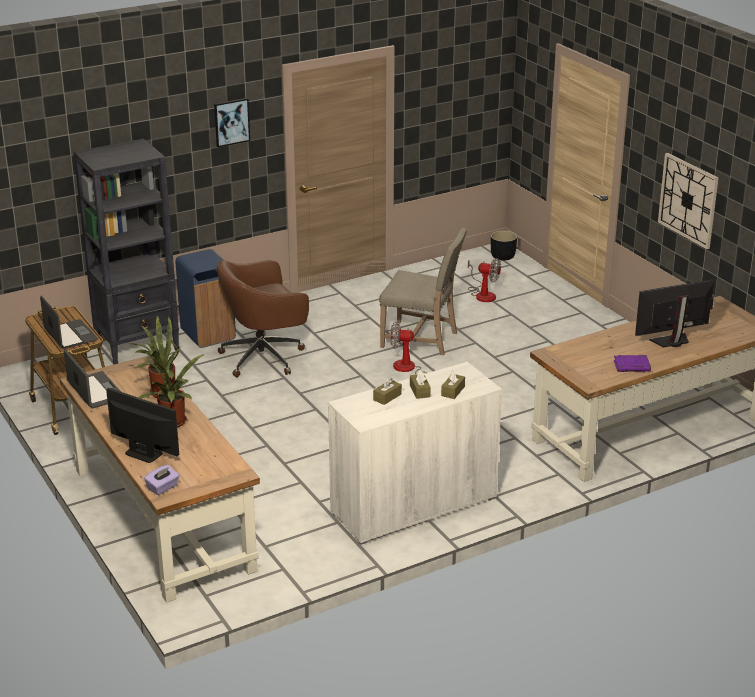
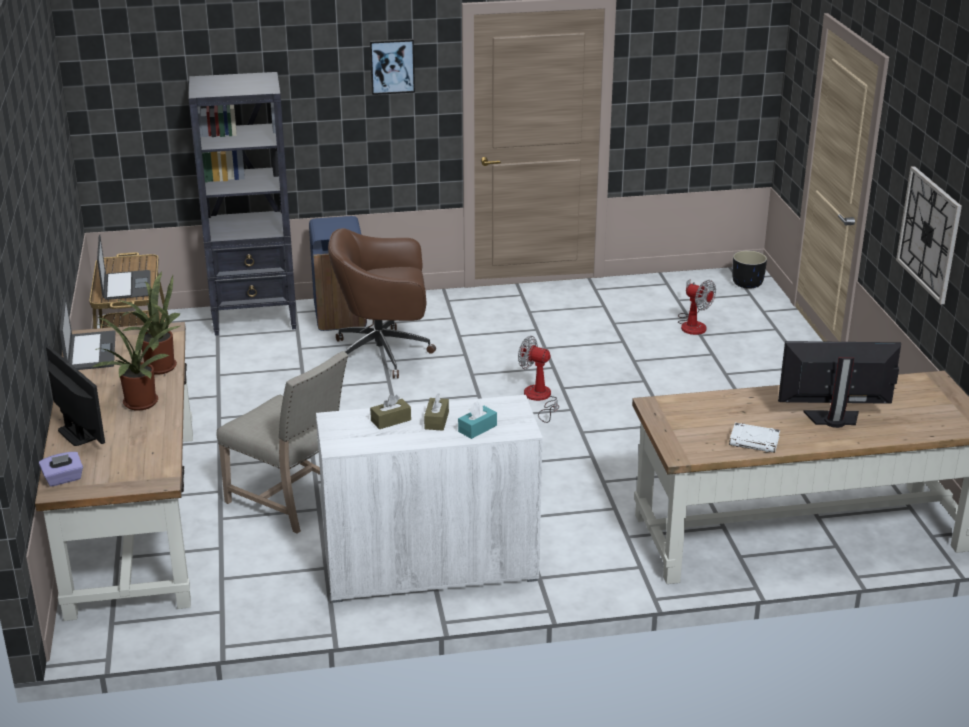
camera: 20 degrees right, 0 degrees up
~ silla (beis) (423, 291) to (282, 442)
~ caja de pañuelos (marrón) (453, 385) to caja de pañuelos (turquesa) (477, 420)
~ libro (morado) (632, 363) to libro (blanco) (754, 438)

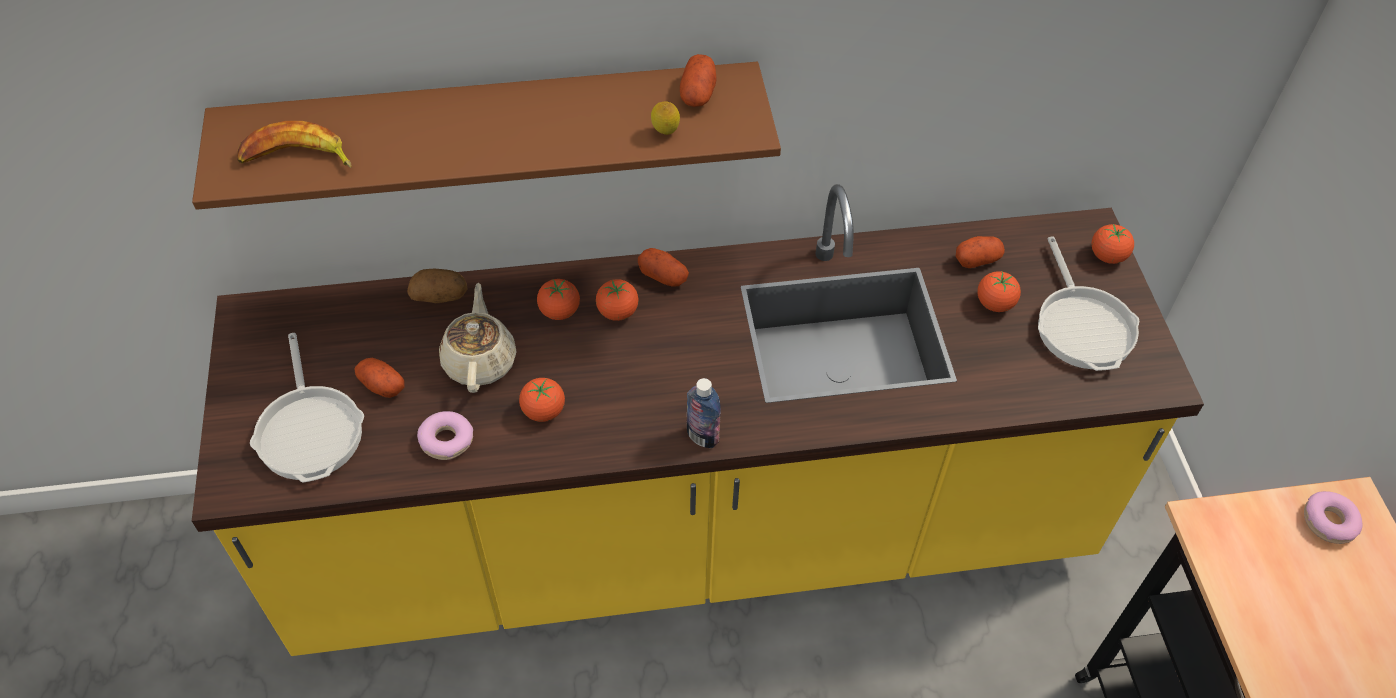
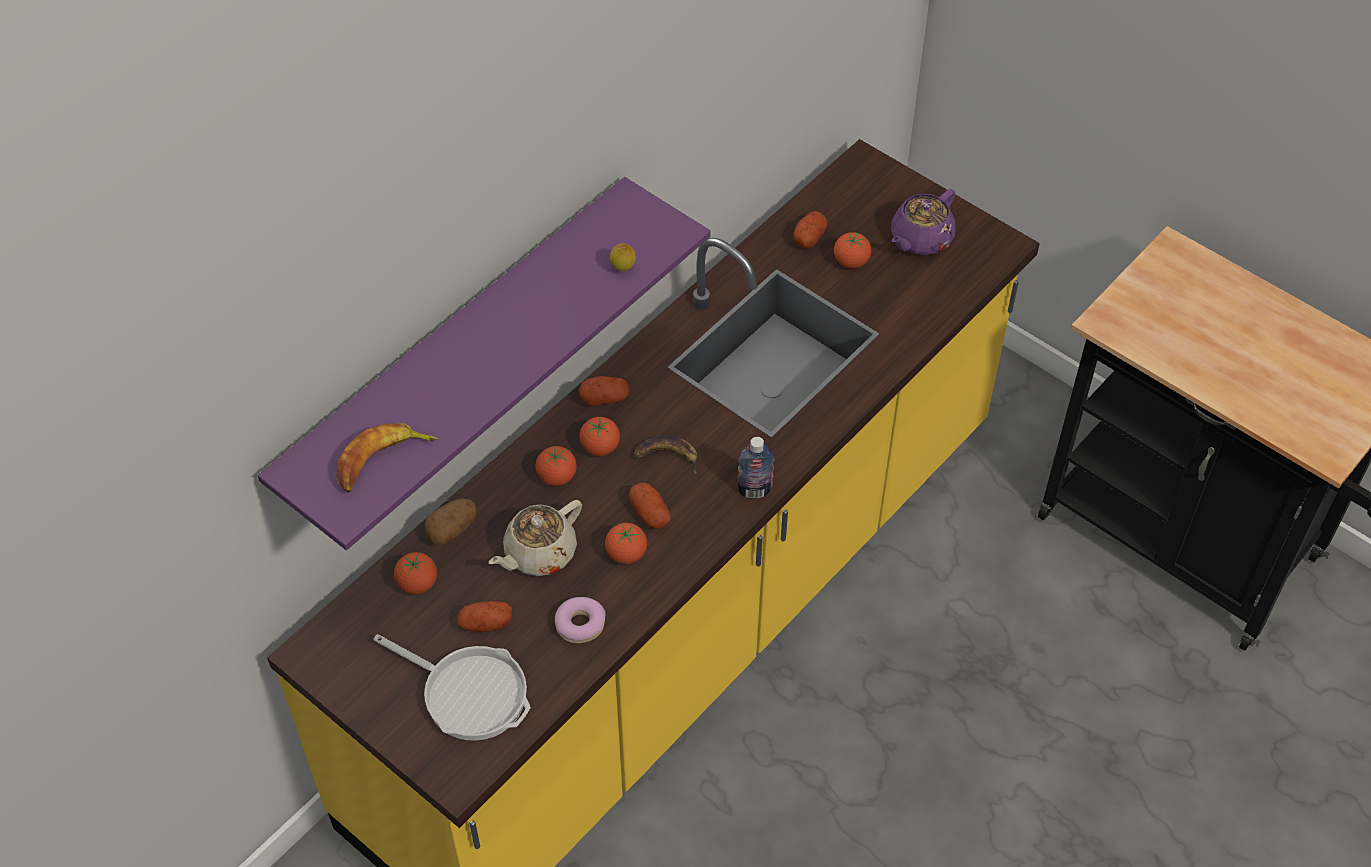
camera: 40 degrees left, 0 degrees up
~ estante (marrón) (486, 136) to estante (morado) (484, 363)
~ tomate (1112, 244) to (415, 573)
~ tetera (beis) (477, 338) = (535, 538) 90 degrees counterclockwise
~ patata (698, 80) to (649, 506)
+ plátano (665, 454)
~ sartén (1088, 303) to tetera (morado) (923, 222)
- rosquilla (1333, 517)

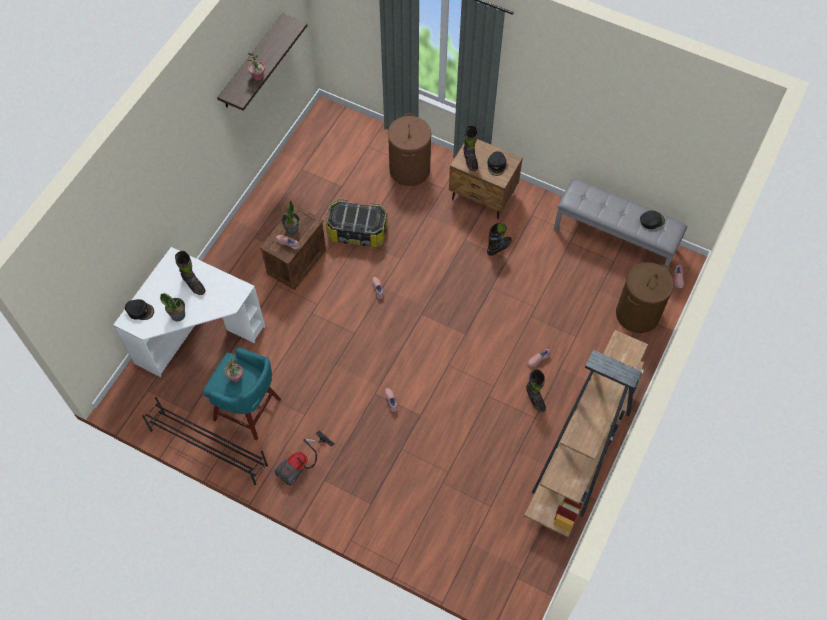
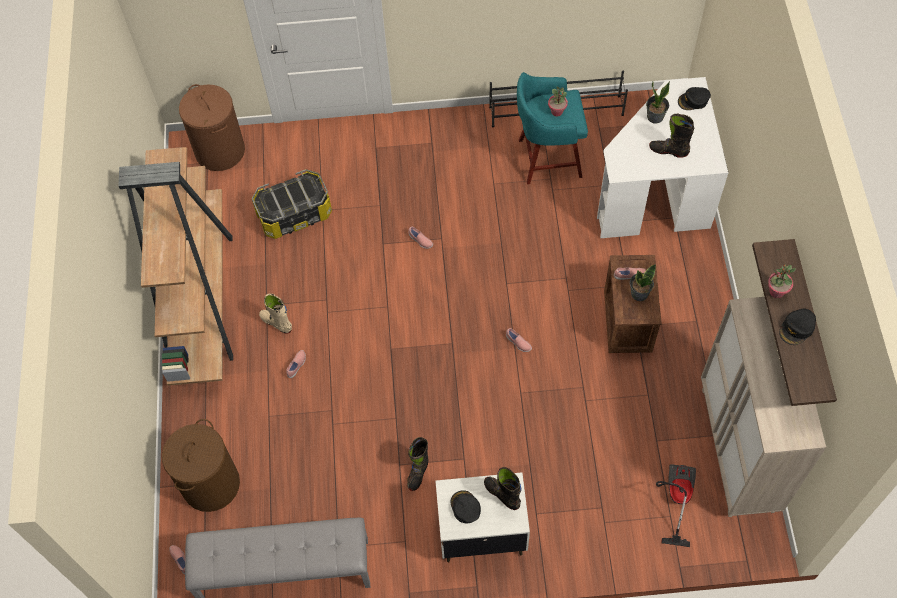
camera: 150 degrees right, 0 degrees up
~ cesto de la ropa (marrón) (409, 149) to (212, 127)
~ caja de almacenaje (357, 223) to (292, 204)
~ bota (negro) (536, 390) to bota (beis) (275, 313)
~ mesita de noche (marrón) (486, 179) to mesita de noche (blanco) (482, 517)
~ aspiradora (304, 457) to (676, 505)
+ armario (beis) (763, 407)
~ gorra (negro) (652, 220) to (797, 327)

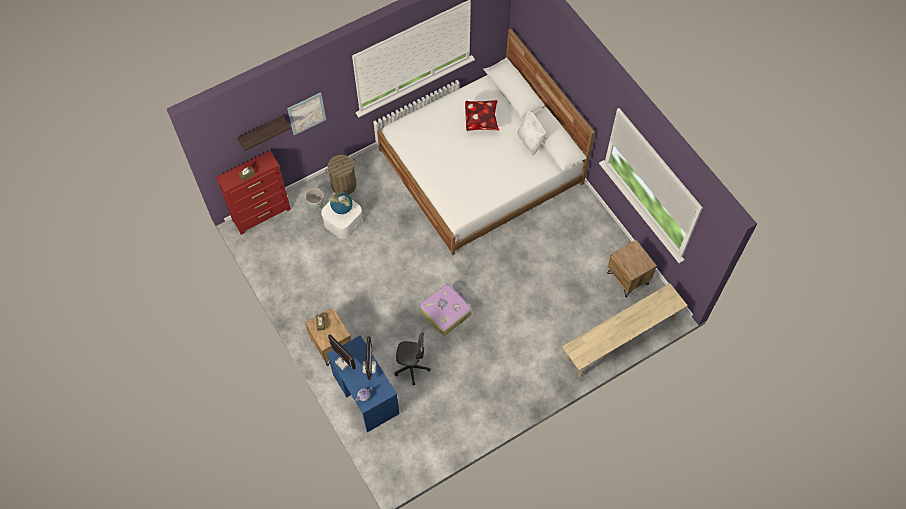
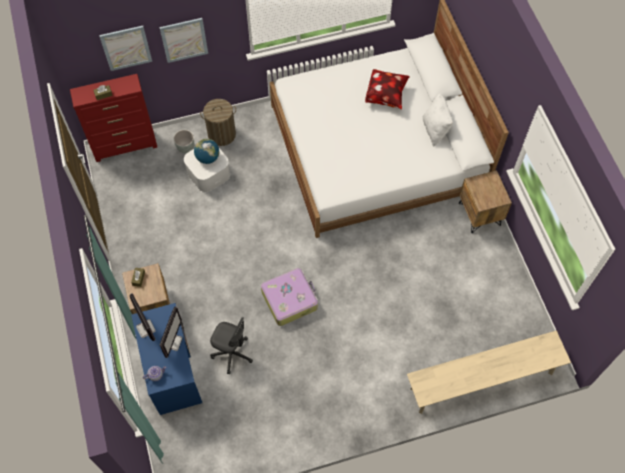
camera: 15 degrees right, 0 degrees up
~ estante (263, 133) to cuadro (125, 48)
~ mesita de noche (marrón) (632, 268) to (485, 201)

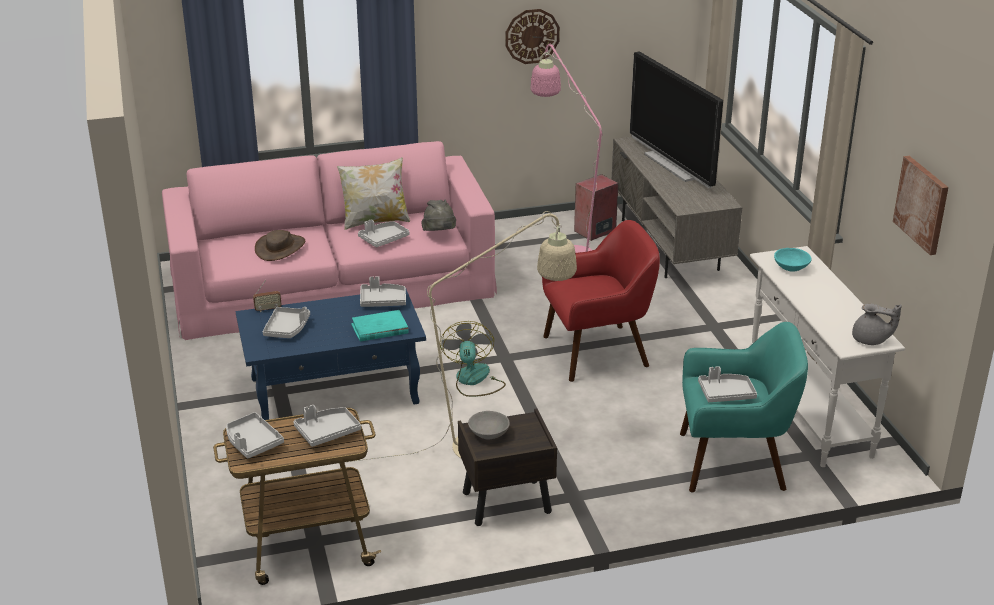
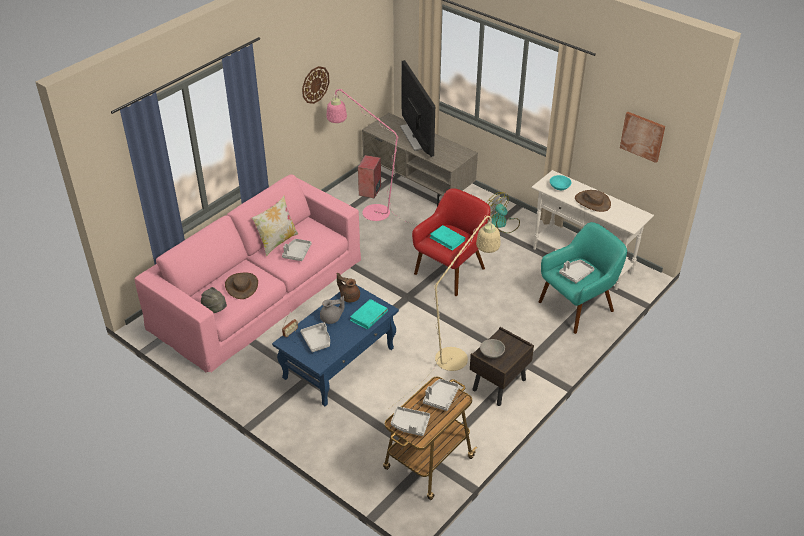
camera: 35 degrees left, 10 degrees up
~ sombrero (gris) (438, 215) to (214, 300)
~ tetera (gris) (877, 324) to (332, 310)
~ bandeja (gris) (383, 291) to tetera (marrón) (348, 288)
~ televisor (676, 119) = (417, 108) 135 degrees counterclockwise
+ libro (turquesa) (447, 237)
~ ventilador (473, 359) to (503, 212)
+ sombrero (marrón) (593, 201)

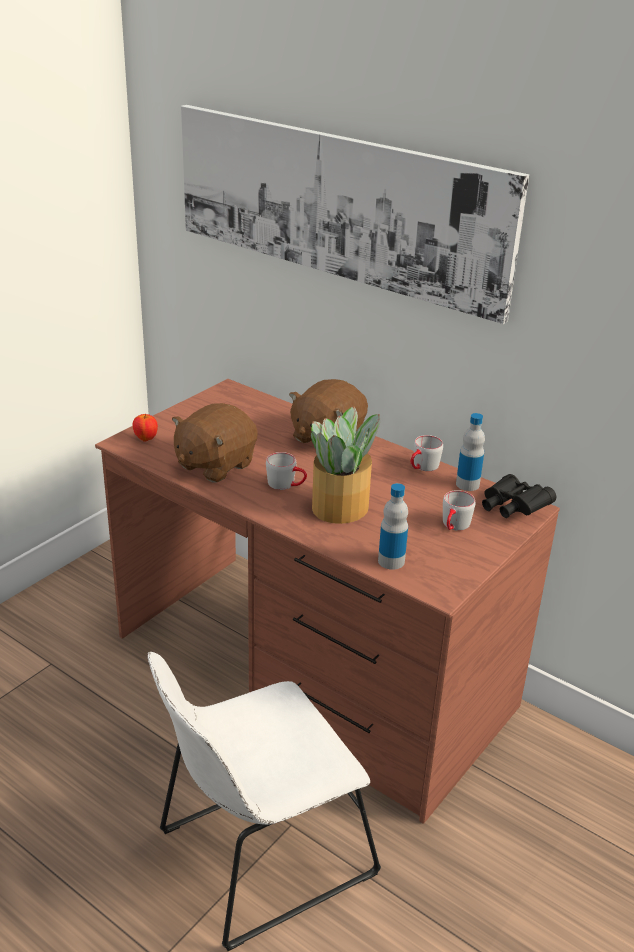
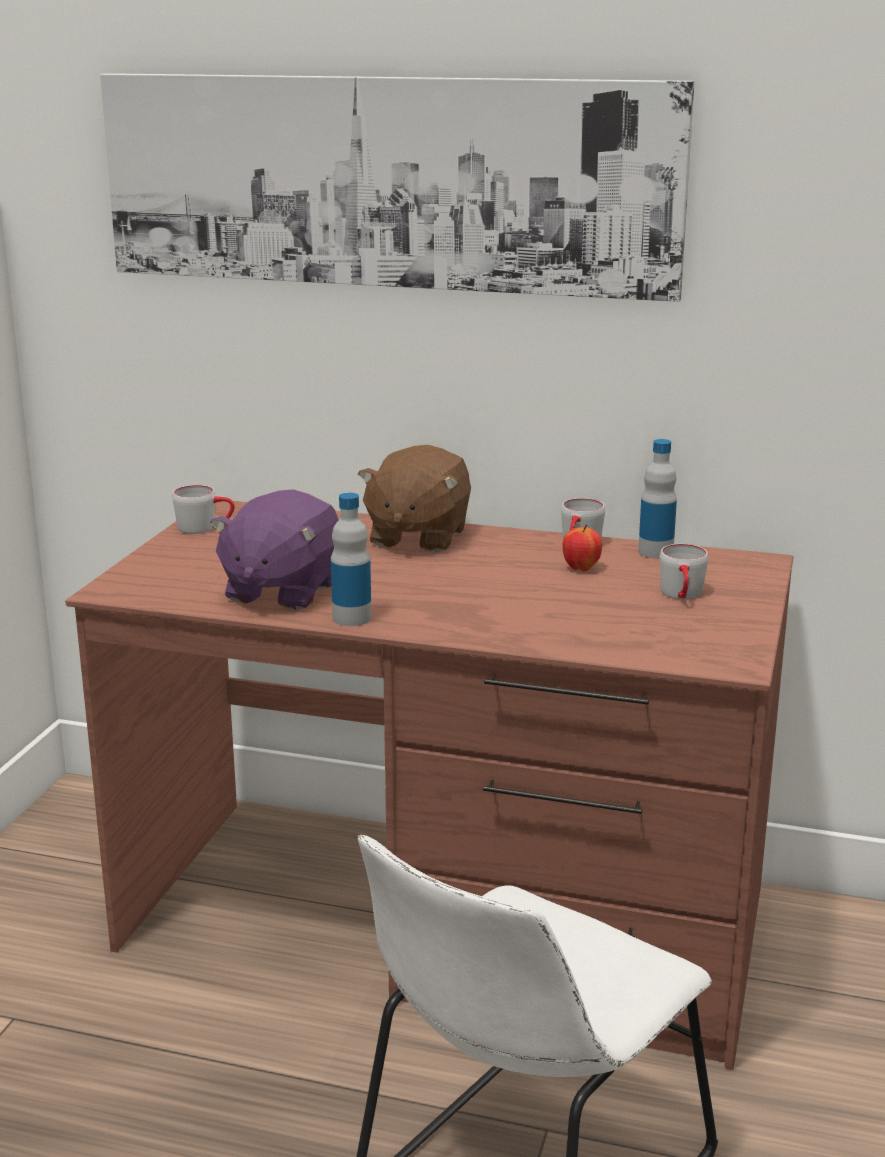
camera: 20 degrees left, 10 degrees down
~ taza grande (gris) (286, 471) to (203, 509)
~ peluche (marrón) (215, 443) to peluche (morado) (274, 549)
~ botella (393, 526) to (351, 559)
~ manzana (145, 428) to (582, 547)
- planta en maceta (345, 465)
- prismáticos (negro) (519, 496)

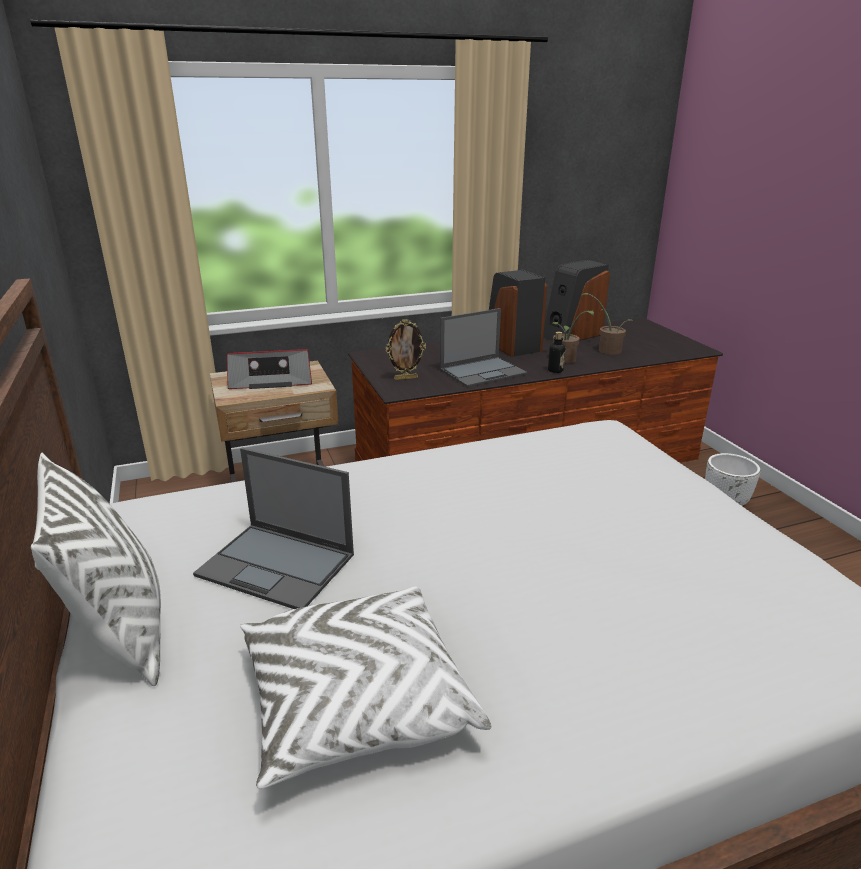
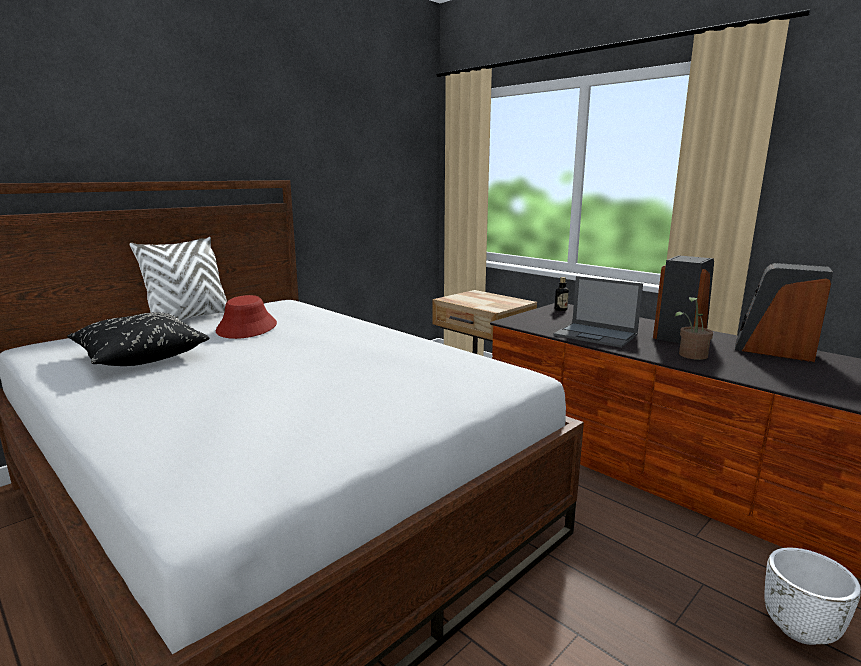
camera: 65 degrees right, 10 degrees down
~ cojín (blanco) (365, 687) to cojín (negro) (138, 339)
~ portátil (273, 528) to sombrero (rojo) (246, 317)
~ botella (556, 352) to (562, 294)
- radio (269, 369)
- portarretratos (405, 349)
- planta en maceta (605, 324)

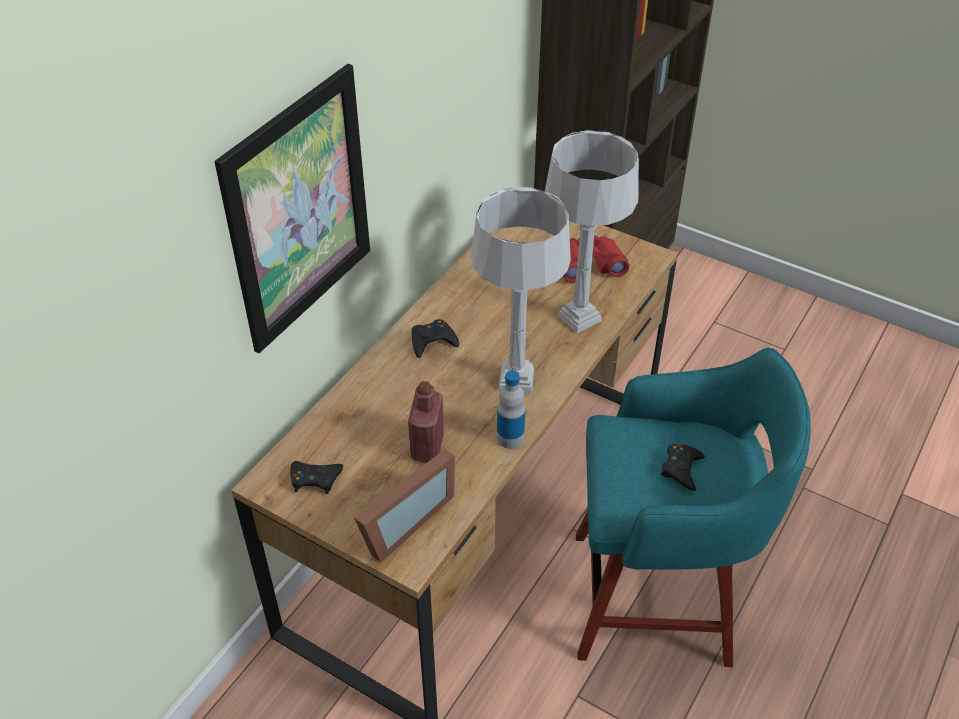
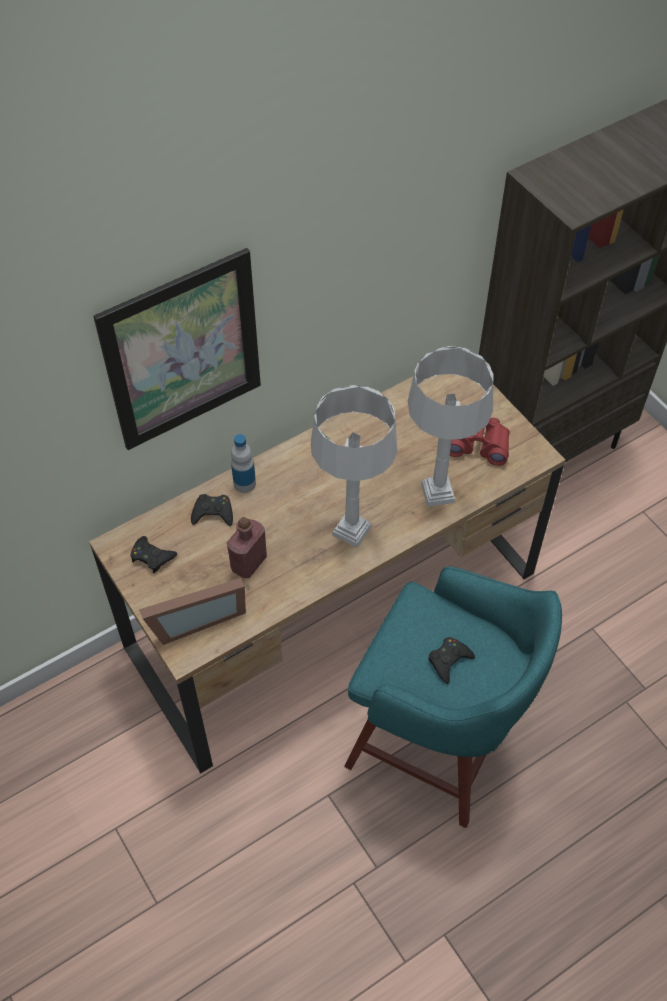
camera: 25 degrees right, 10 degrees up
~ mando de consola (negro) (435, 338) to (212, 510)
~ botella (511, 409) to (243, 463)

